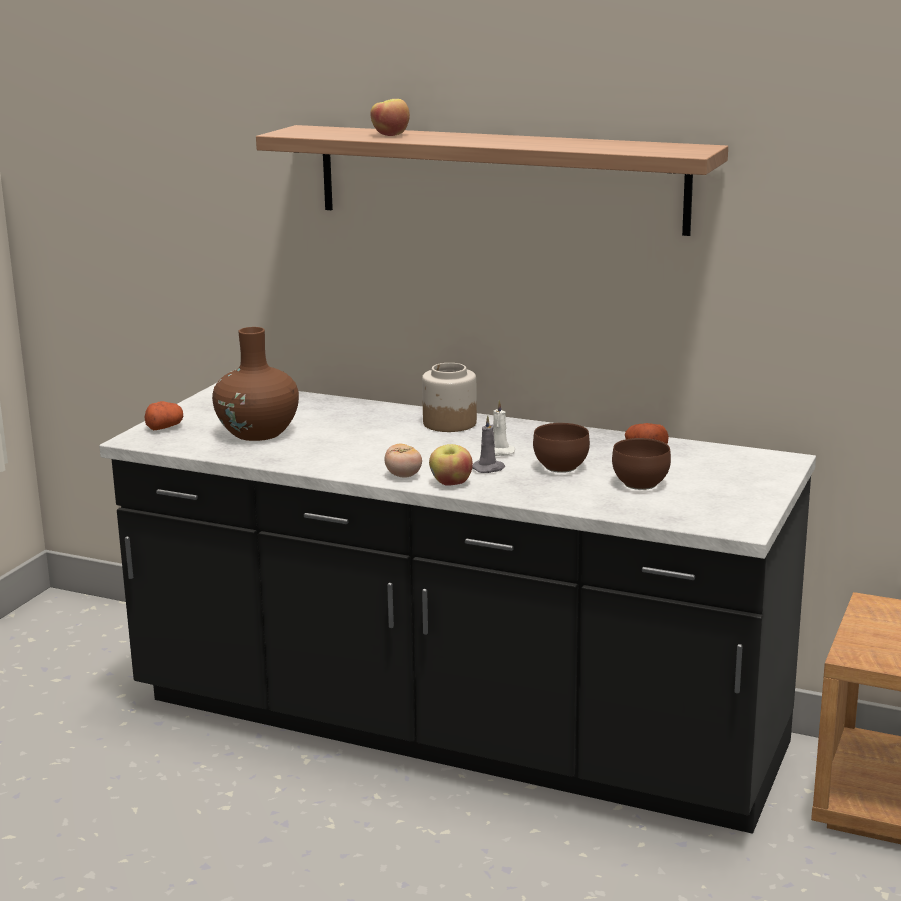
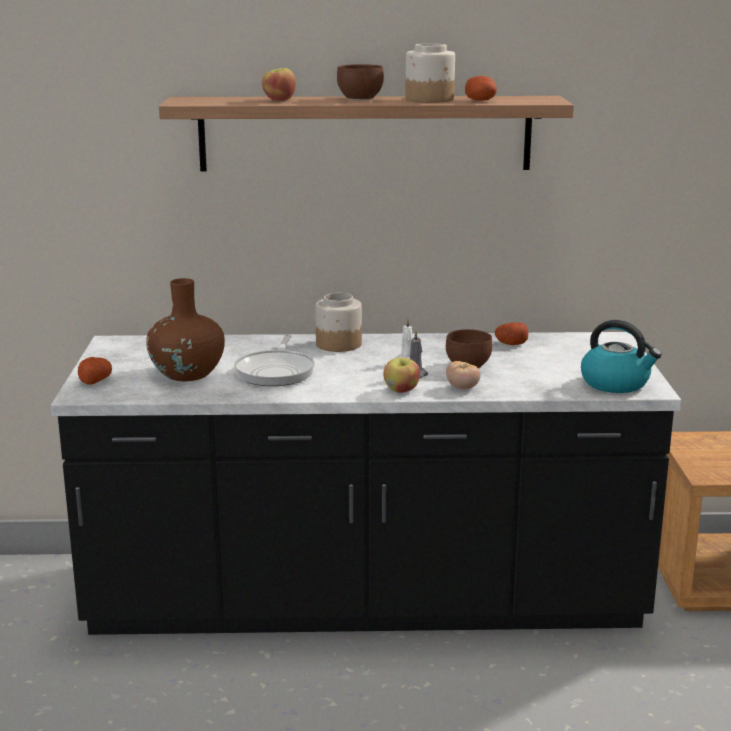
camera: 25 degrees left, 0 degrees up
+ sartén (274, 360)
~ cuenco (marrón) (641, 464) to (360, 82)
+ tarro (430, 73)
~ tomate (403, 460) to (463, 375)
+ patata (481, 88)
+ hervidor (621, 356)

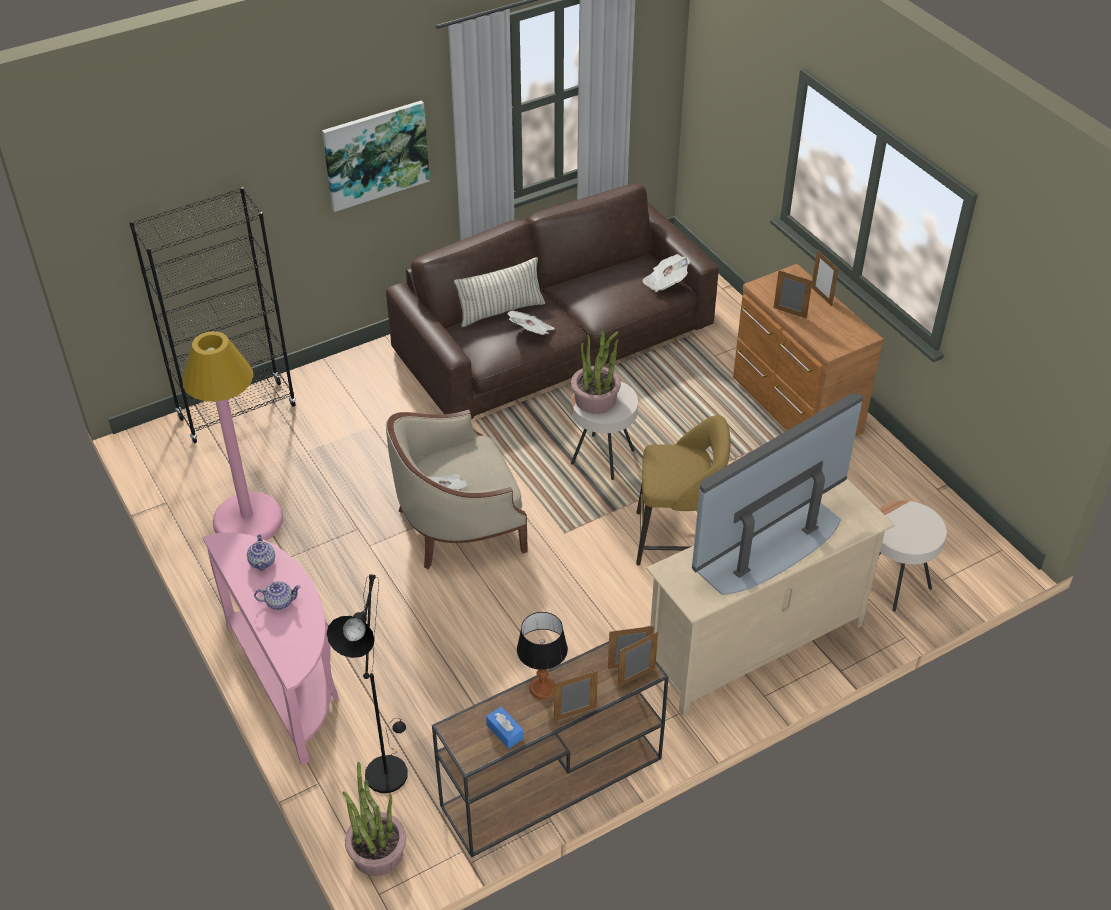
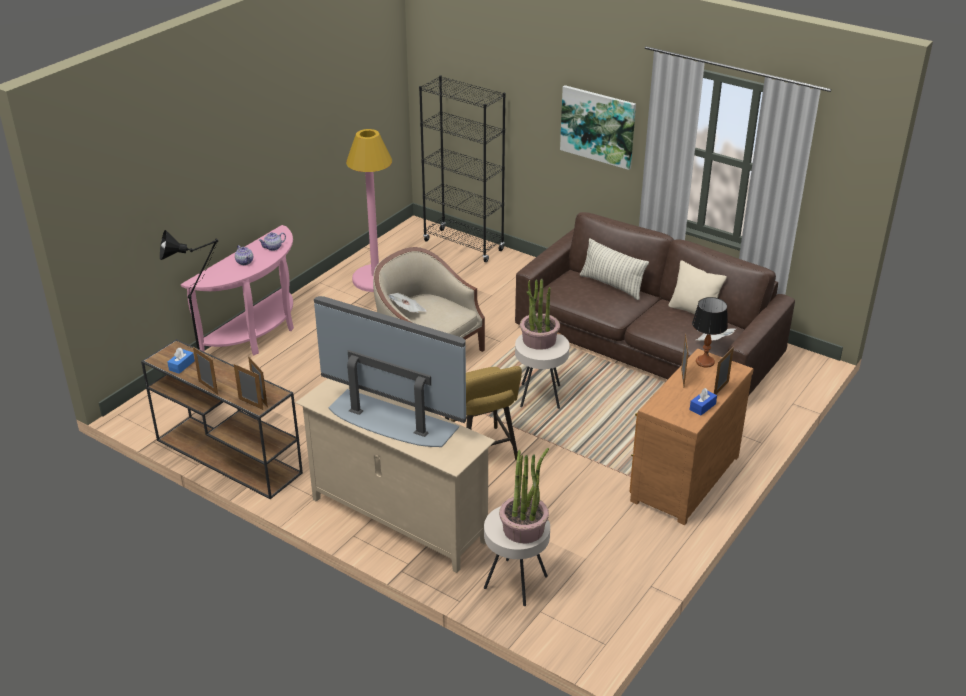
camera: 65 degrees right, 10 degrees down
~ planta en maceta (374, 819) to (524, 495)
+ cojín (beis) (698, 287)
+ caja de pañuelos (azul) (703, 402)
~ lámpara de mesa (542, 655) to (710, 332)
- periódico (531, 323)

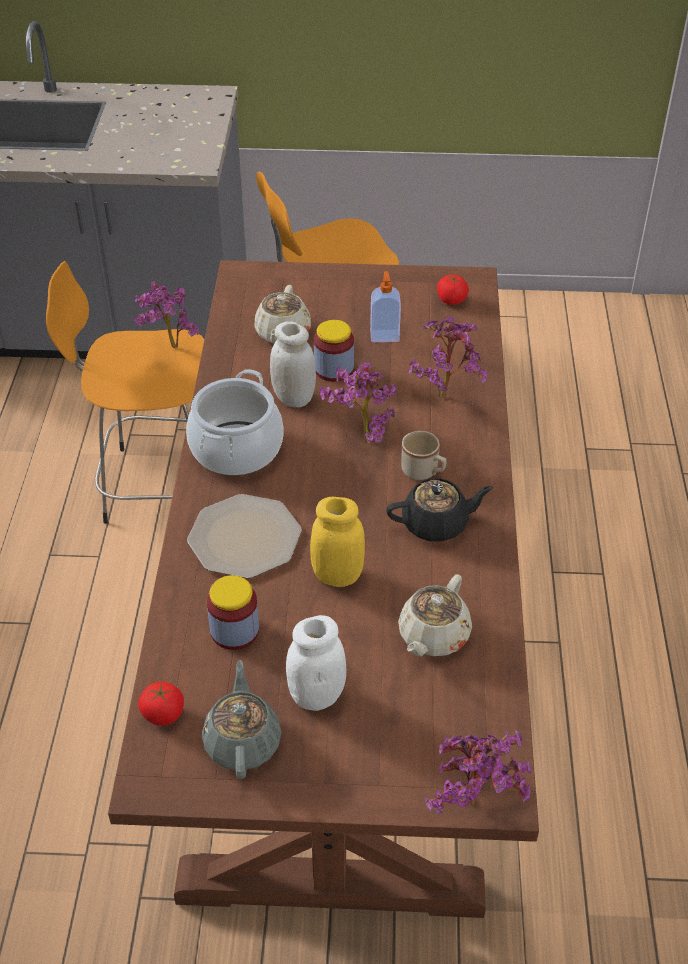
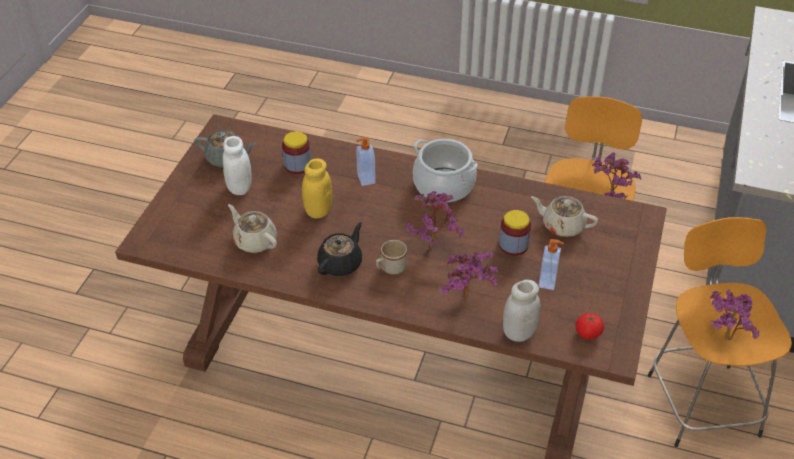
camera: 105 degrees right, 0 degrees up
~ tetera (negro) (439, 509) = (339, 249) 150 degrees counterclockwise
~ plato (244, 536) to dispensador de jabón (366, 161)
~ tarro (blanco) (293, 364) to (522, 311)
~ planta en maceta (478, 772) to (734, 314)
- tomate (161, 704)

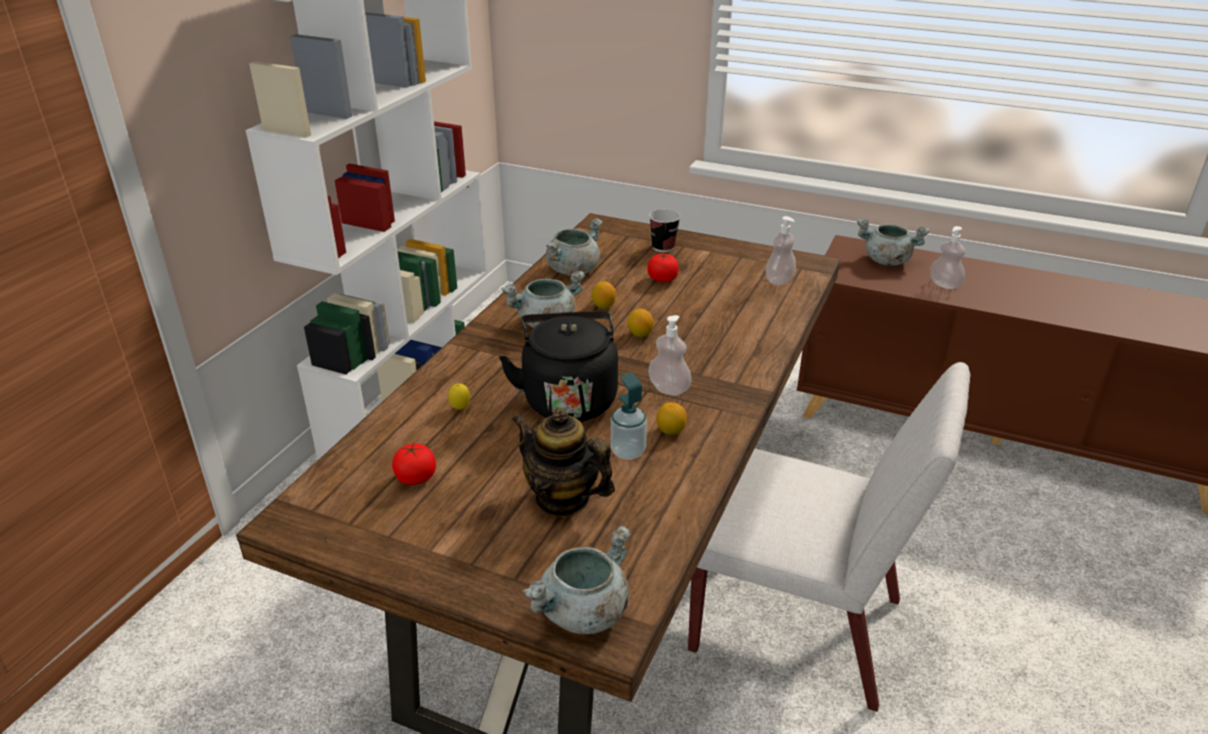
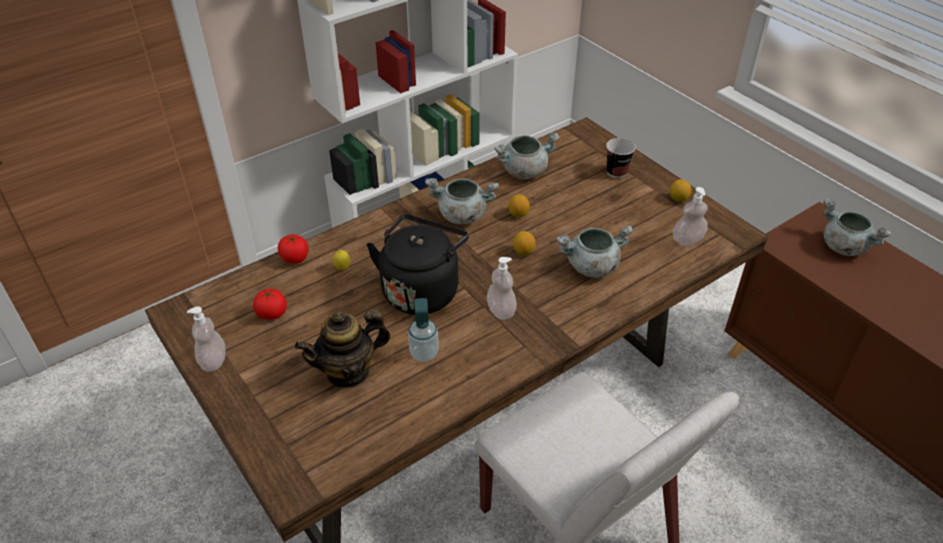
camera: 30 degrees right, 10 degrees up
~ dispensador de jabón (947, 257) to (206, 338)
~ tomate (663, 267) to (293, 249)
~ tetera (563, 462) = (342, 349) 90 degrees counterclockwise
~ olla (gris) (577, 579) to (595, 251)
~ limón (671, 418) to (680, 190)

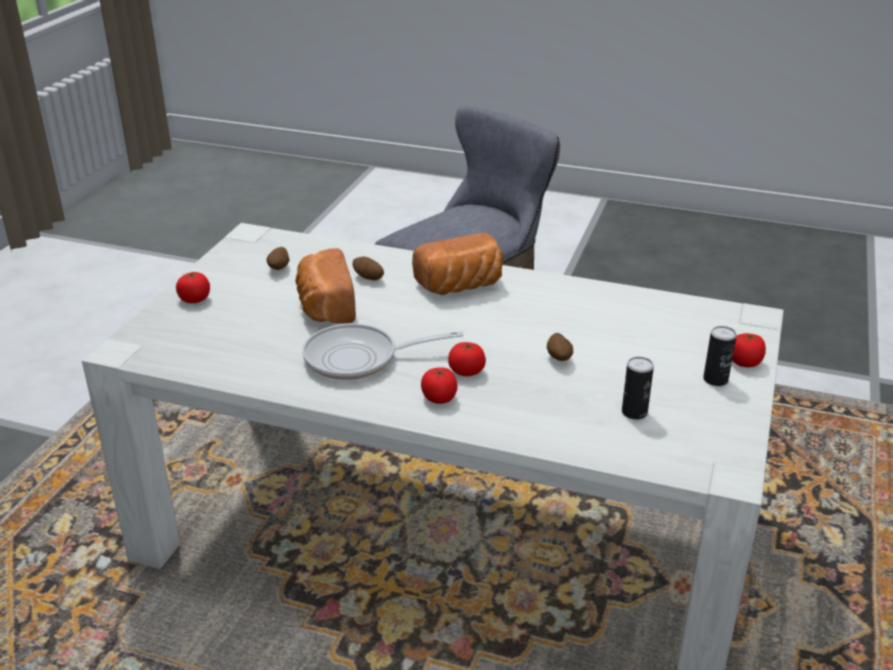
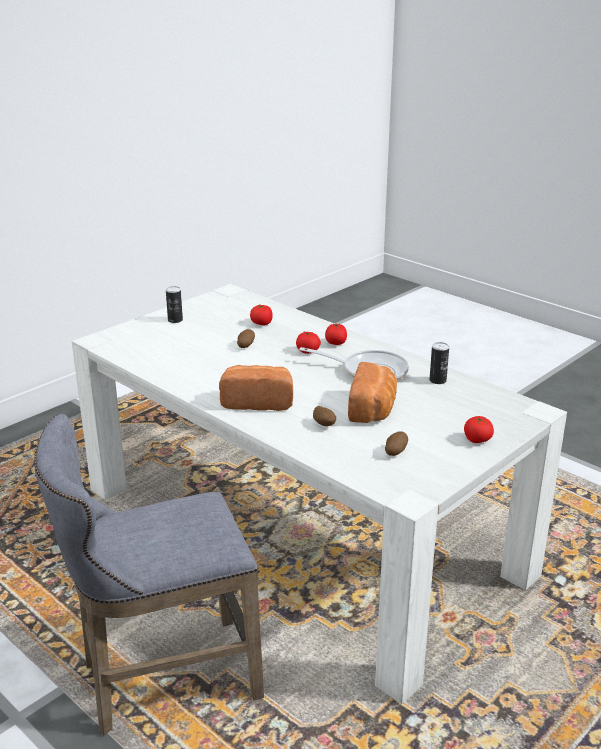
camera: 155 degrees left, 5 degrees down
~ tomate (749, 349) to (261, 315)
~ lata (638, 388) to (439, 363)

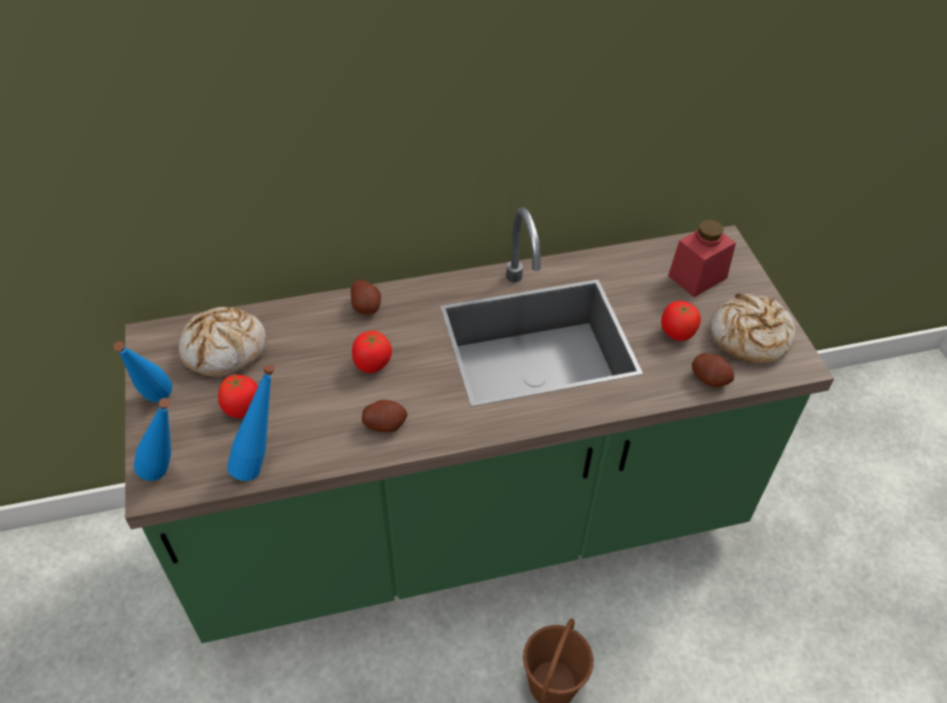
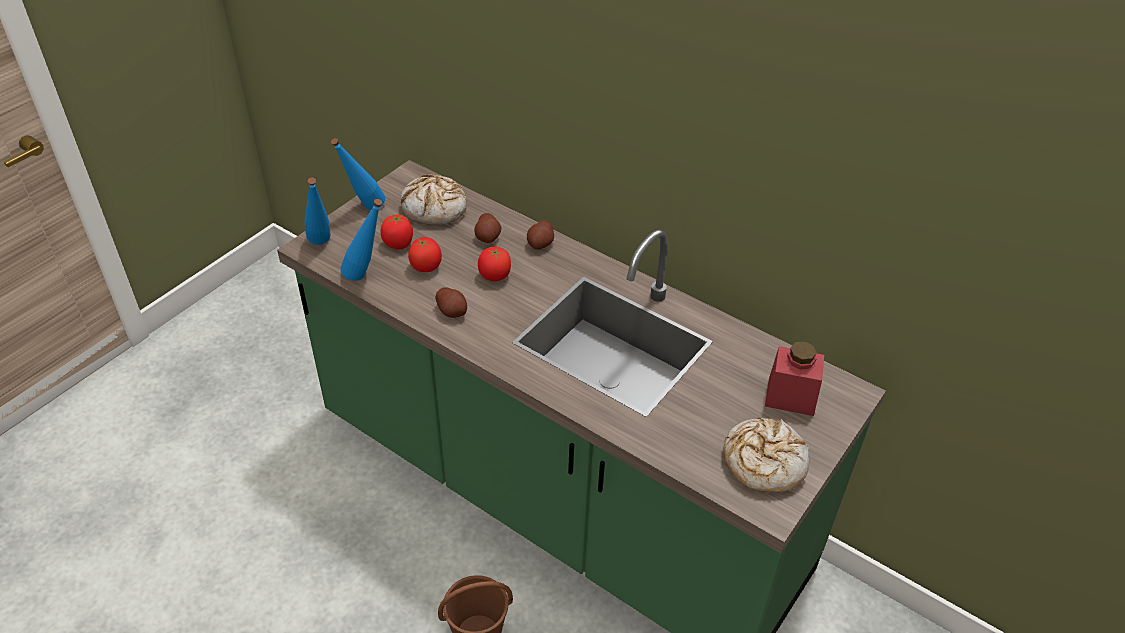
camera: 50 degrees right, 5 degrees down
~ tomate (681, 321) to (425, 254)
~ patata (713, 370) to (487, 228)

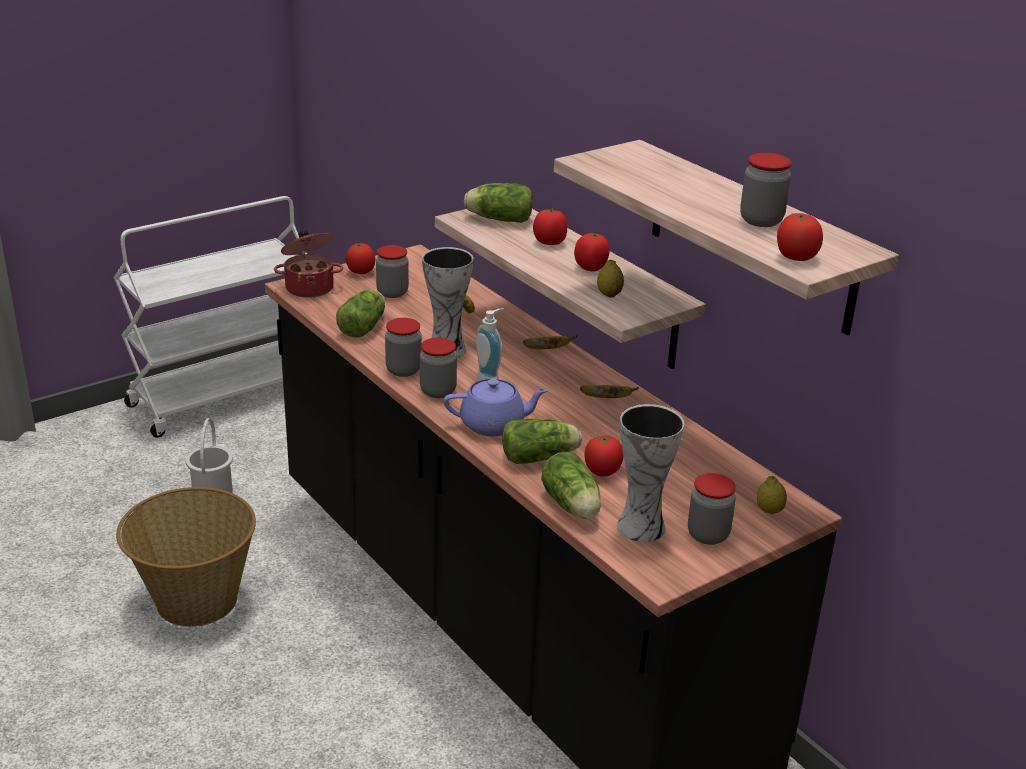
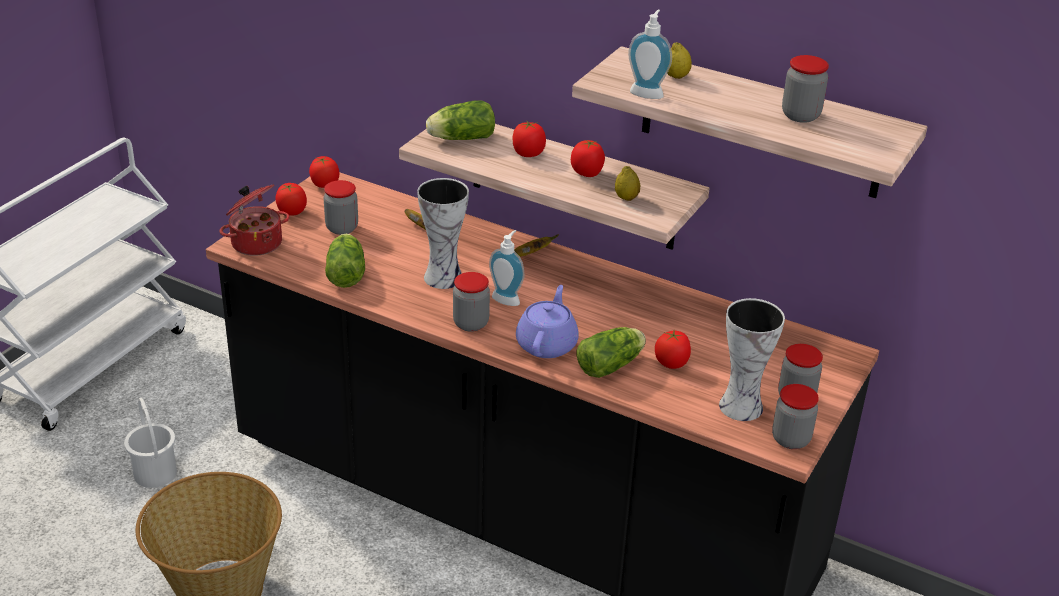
camera: 25 degrees left, 5 degrees up
~ tomate (800, 237) to (324, 172)
~ tetera (morado) (496, 407) = (547, 321) 45 degrees counterclockwise
+ dispensador de jabón (650, 54)
~ limón (772, 495) to (679, 60)
~ tarro (403, 347) to (795, 416)
- lechuga (571, 485)
- plátano (609, 391)

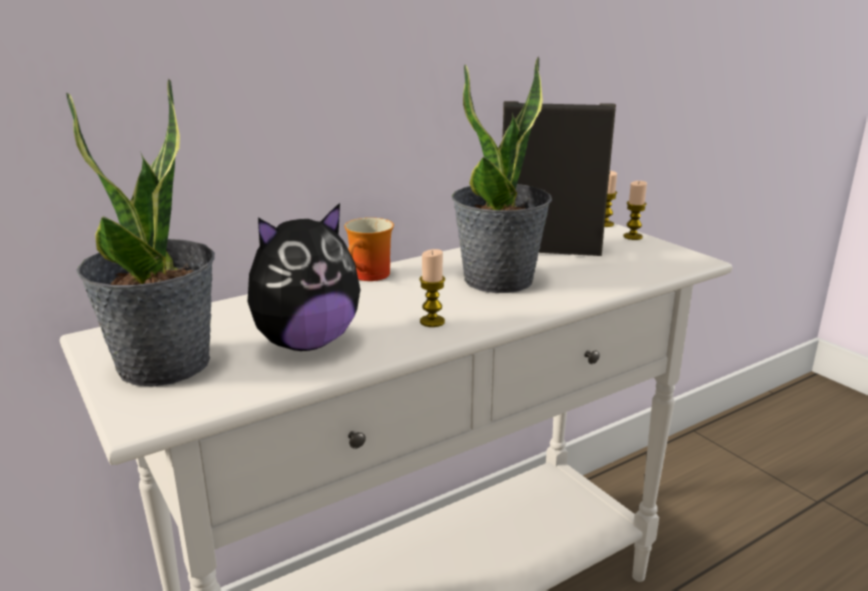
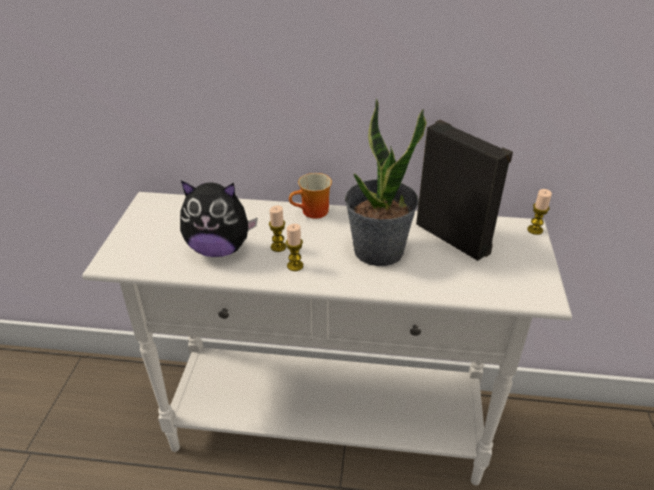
camera: 40 degrees right, 15 degrees up
~ vela (635, 210) to (277, 228)
- planta en maceta (140, 232)

